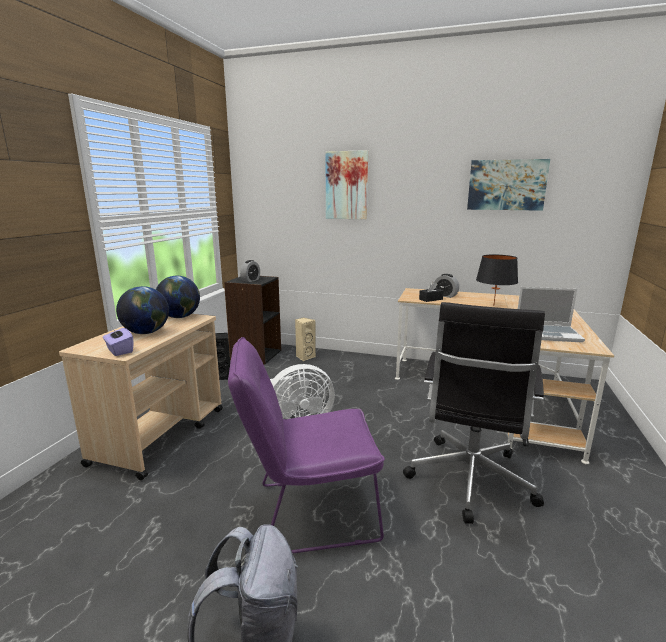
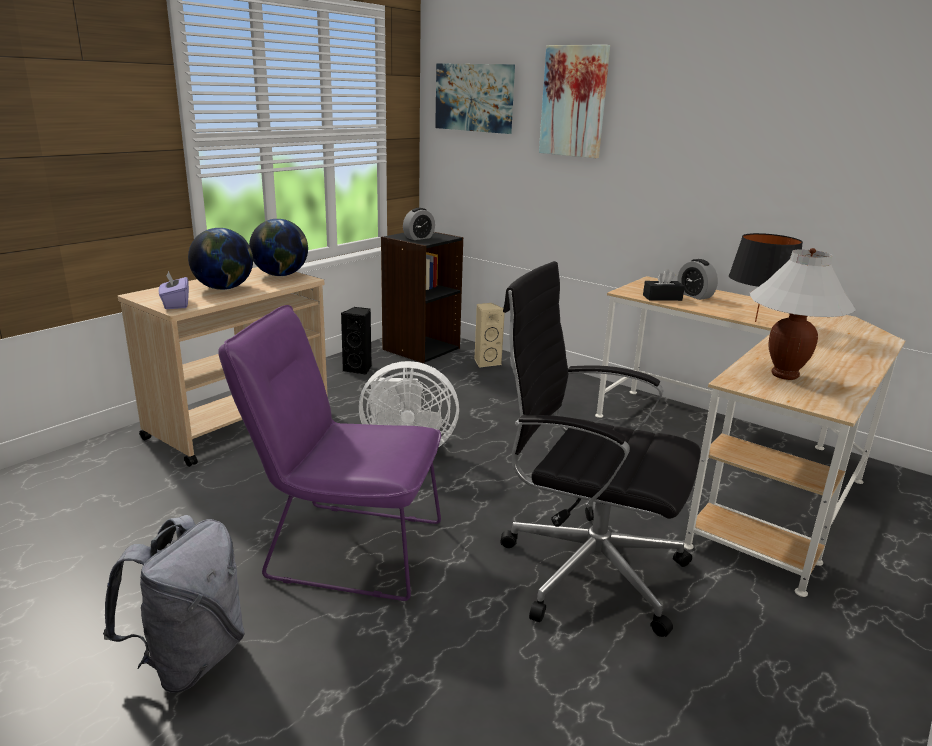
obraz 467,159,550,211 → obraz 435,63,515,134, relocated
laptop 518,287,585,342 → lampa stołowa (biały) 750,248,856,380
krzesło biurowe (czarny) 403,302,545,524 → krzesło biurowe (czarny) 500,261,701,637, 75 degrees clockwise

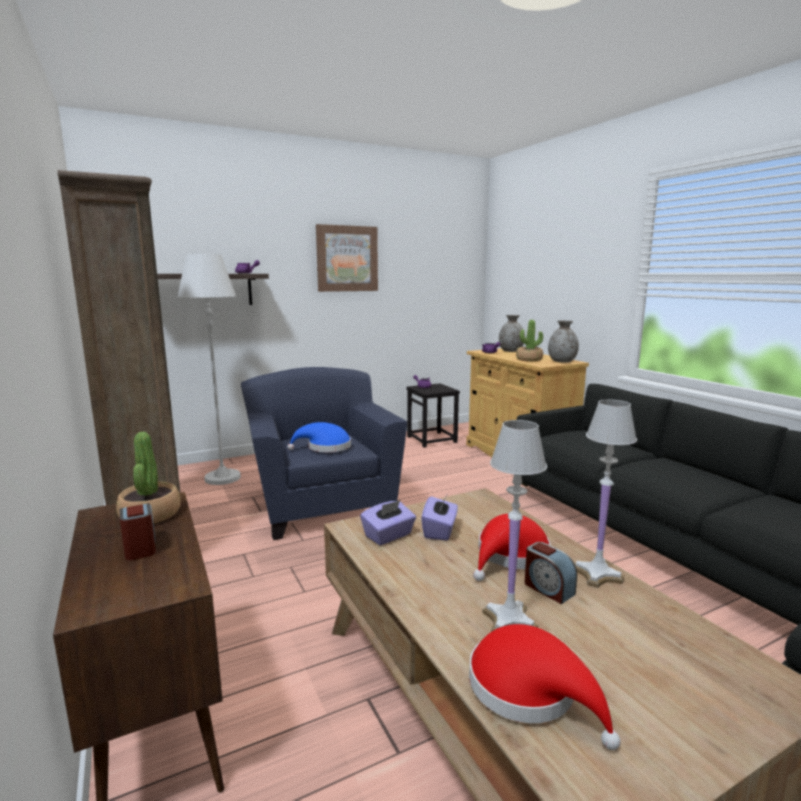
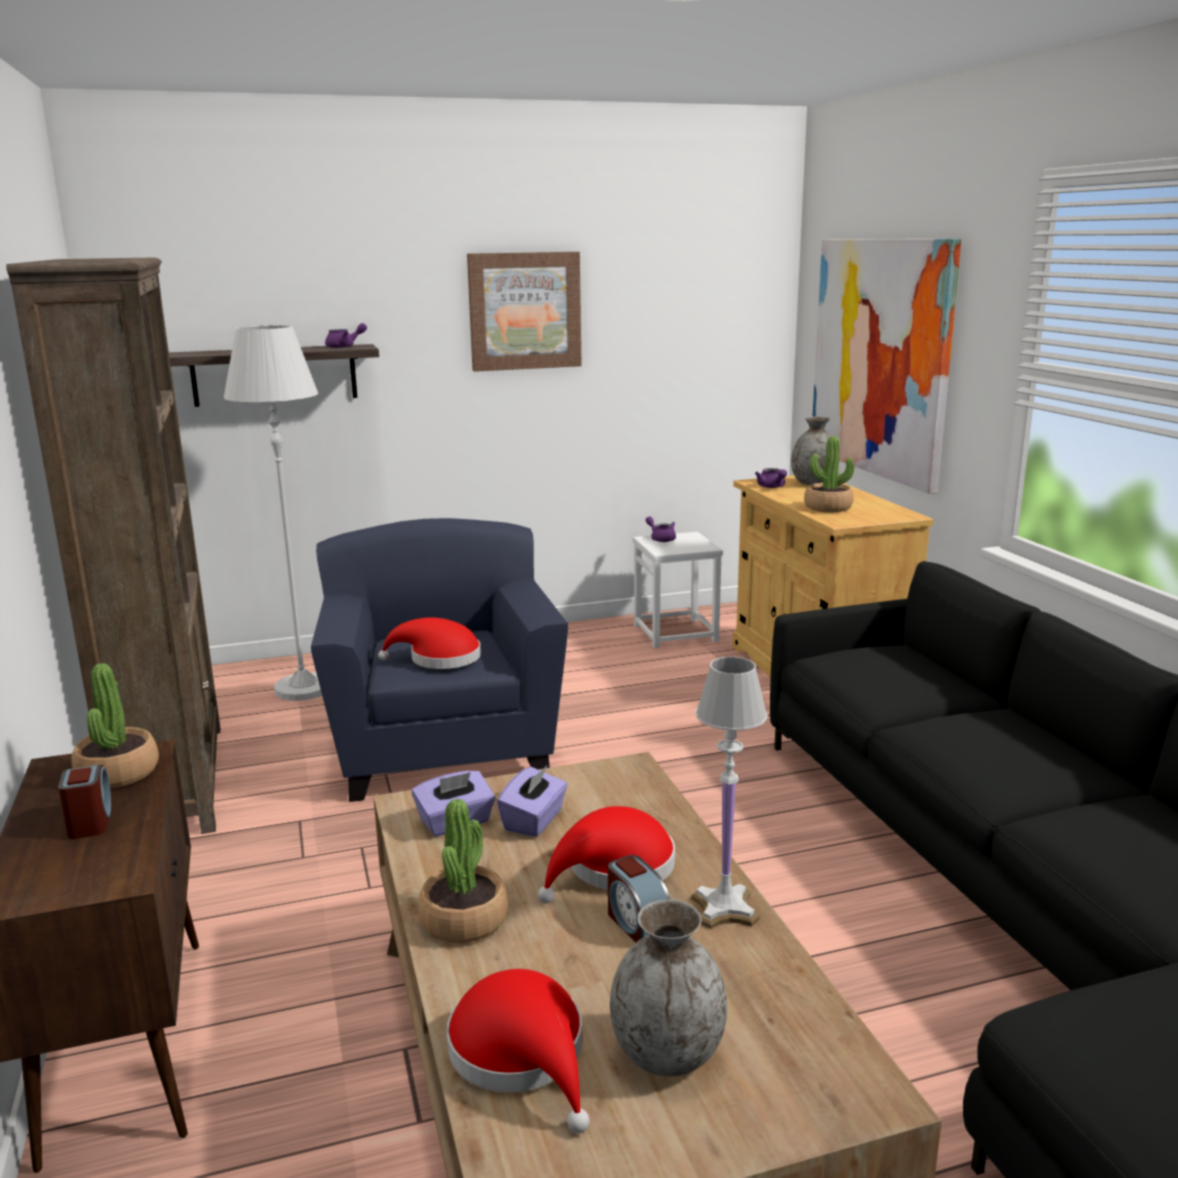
lampa stołowa (biały) 482,420,547,632 → -
- → roślina doniczkowa 418,799,508,943
- → obraz 813,239,961,494
wazon (szary) 548,320,579,363 → wazon (szary) 610,899,727,1077, relocated
kapelusz (niebieski) 287,422,351,452 → kapelusz (czerwony) 378,617,481,669
stołek (czarny) 407,383,460,448 → stołek (biały) 633,532,723,649

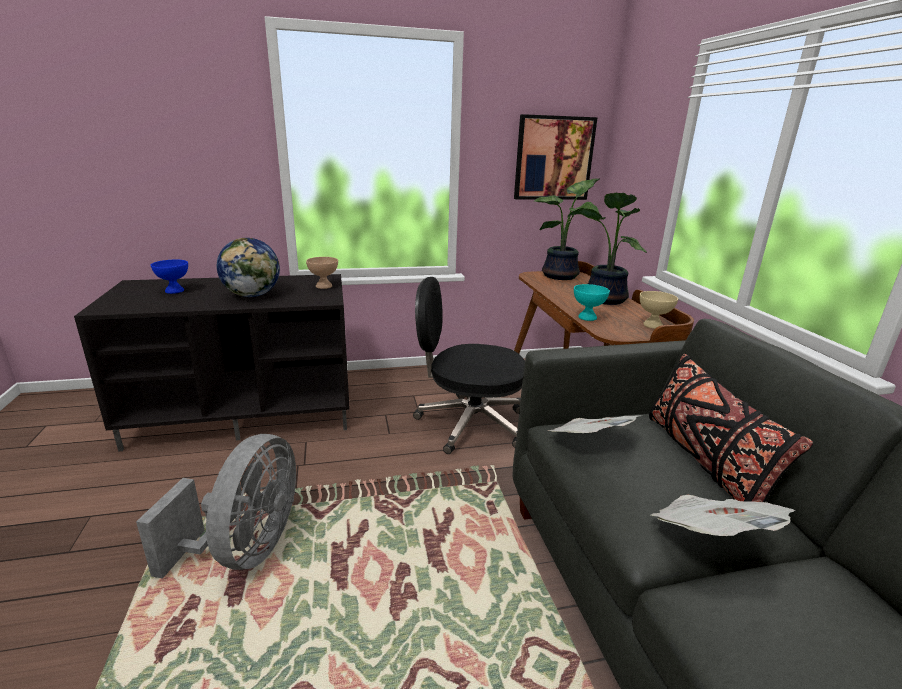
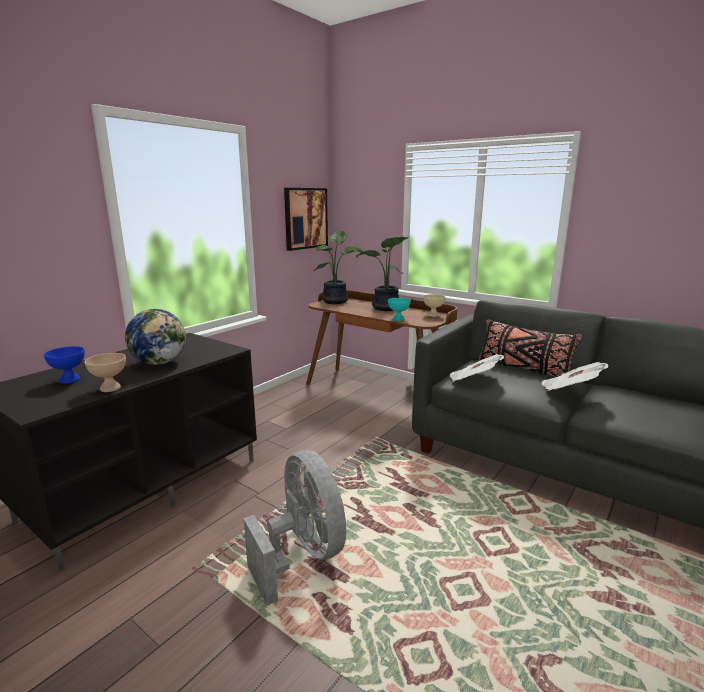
krzesło biurowe (czarny) 413,277,525,454 → -
miska (beżowy) 306,257,338,289 → miska (beżowy) 85,353,126,392, relocated

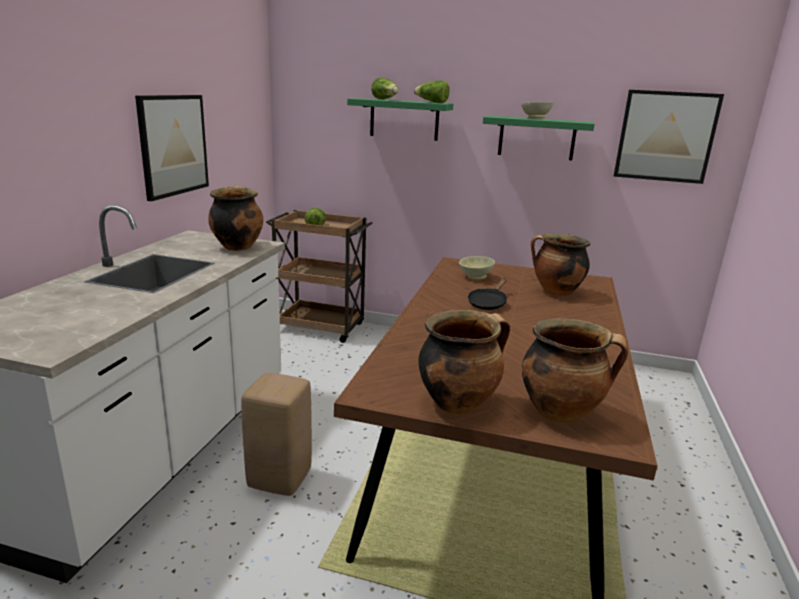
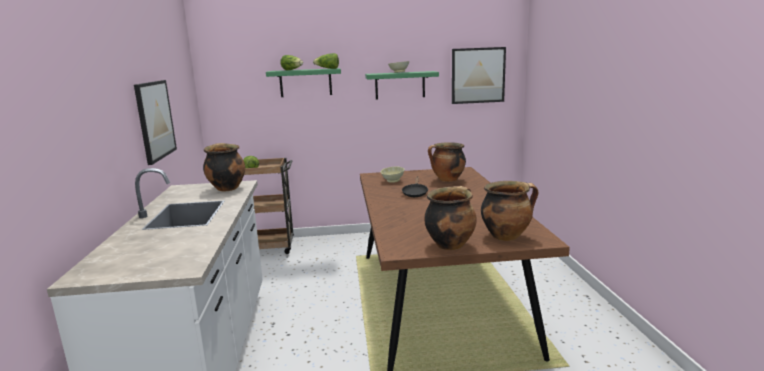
stołek (beżowy) 241,373,312,496 → -

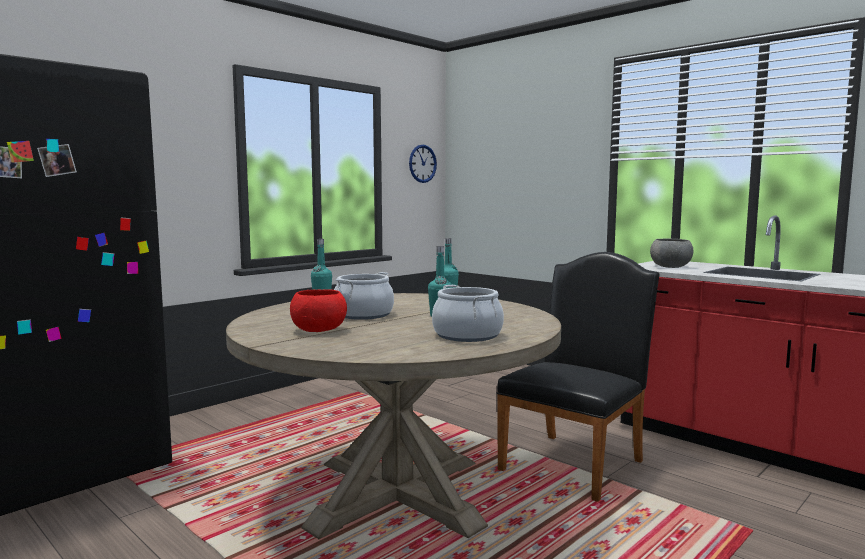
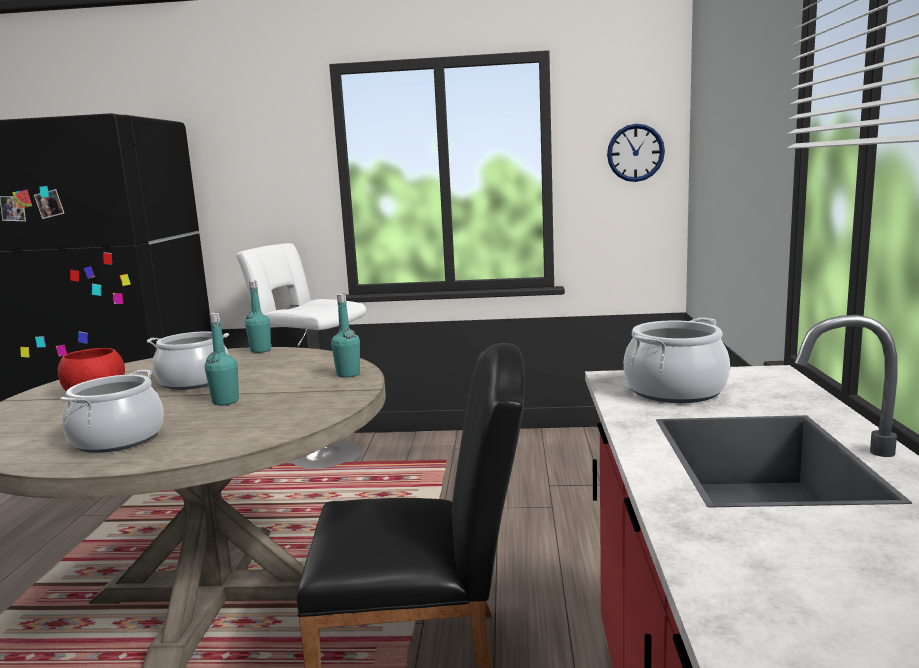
- → stołek (biały) 236,243,366,468
miska (szary) 650,238,694,268 → garnek 624,317,730,403

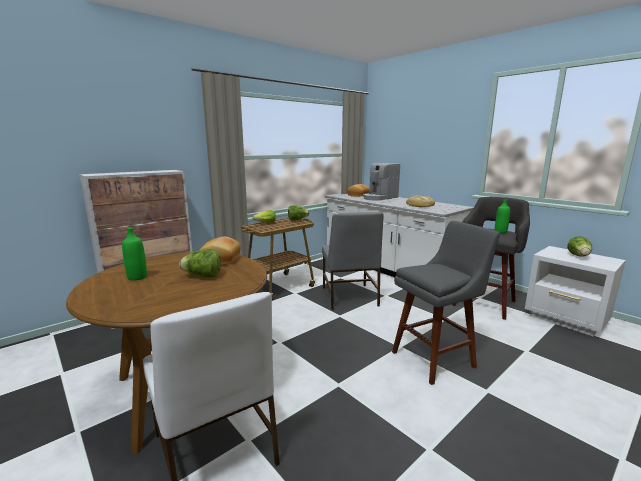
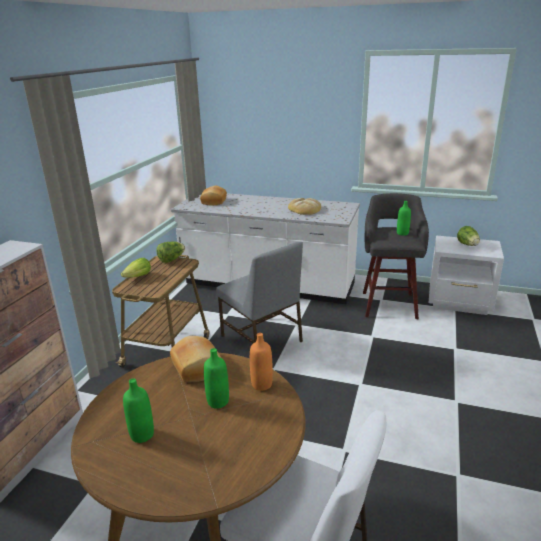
ekspres do kawy 363,163,400,200 → -
stołek (szary) 392,221,500,385 → -
- → butelka (pomarańczowy) 250,333,273,391
sałata 179,249,221,277 → butelka (zielony) 204,348,229,409

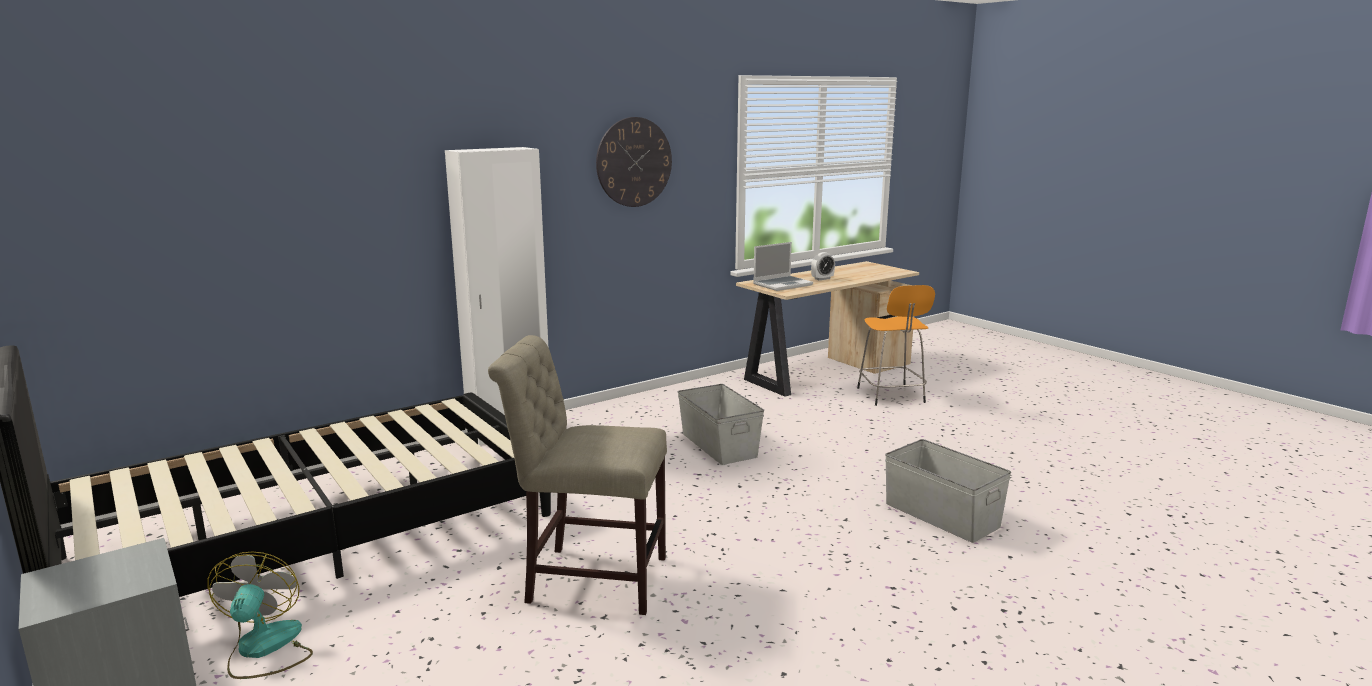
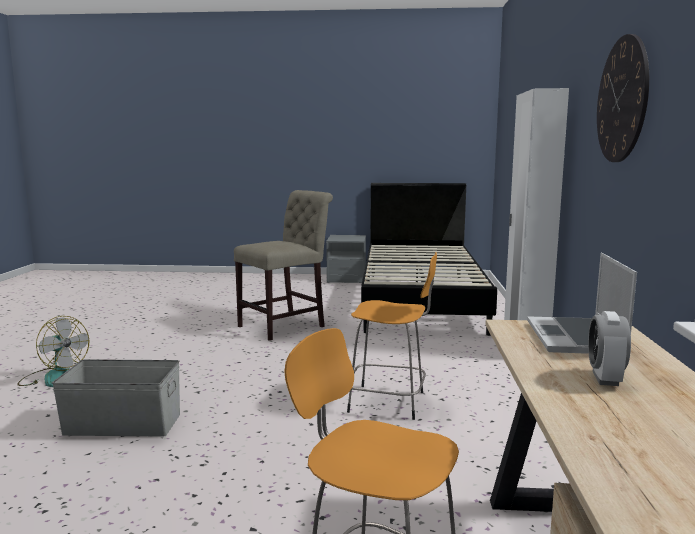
wentylator 207,551,313,679 → wentylator 17,316,90,387, relocated
pojemnik do przechowywania (szary) 678,384,764,465 → stołek (pomarańczowy) 347,252,437,420

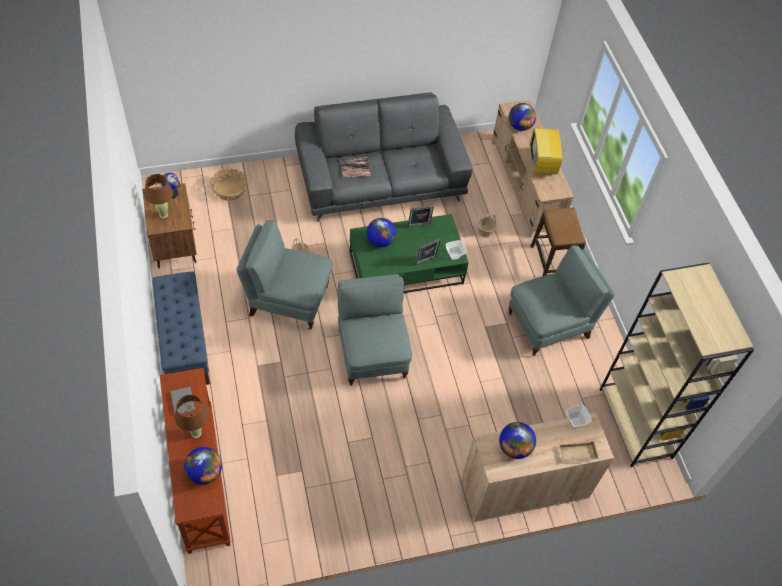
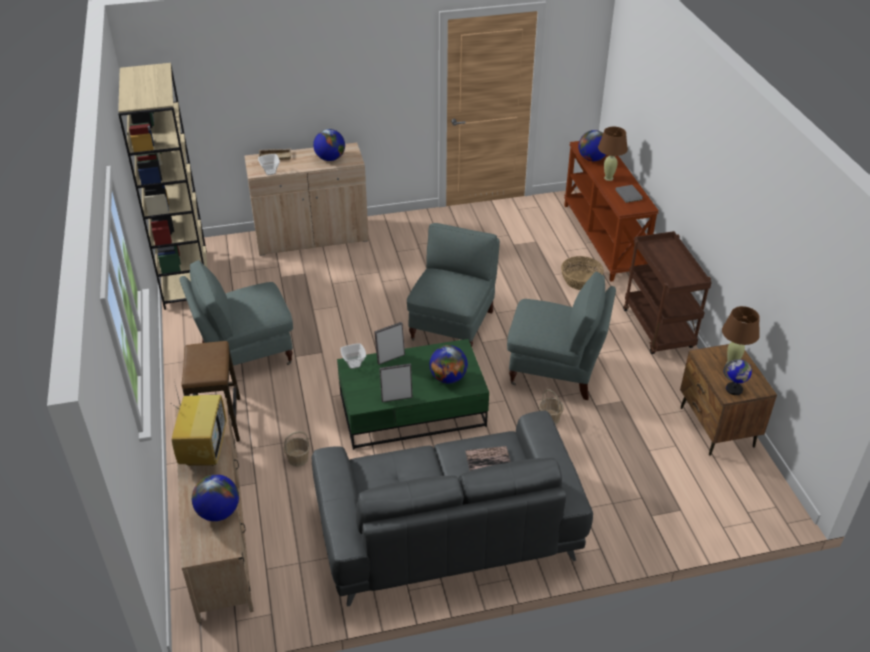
koszyk 210,169,247,201 → koszyk 561,256,604,290, relocated
ławka (niebieski) 152,272,210,385 → wózek (brązowy) 623,231,712,354
fotel (szary) 338,274,412,386 → fotel (szary) 407,223,500,347, 150 degrees counterclockwise

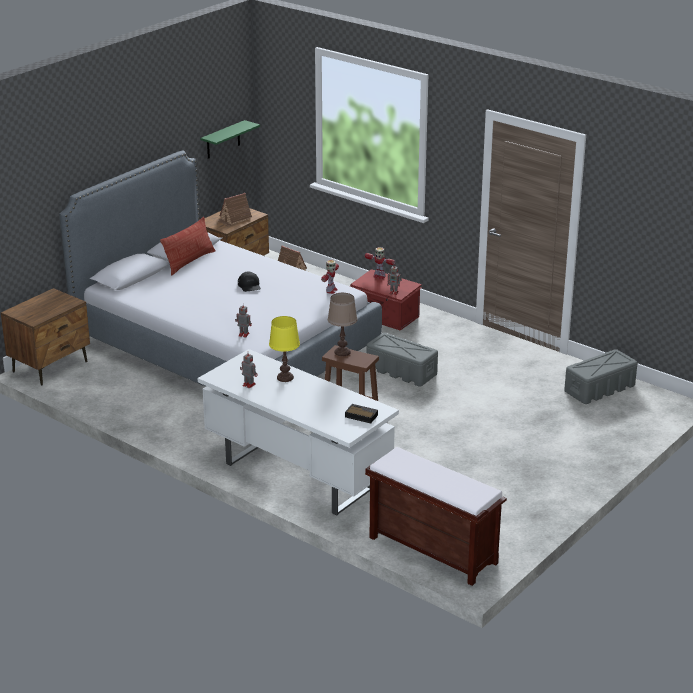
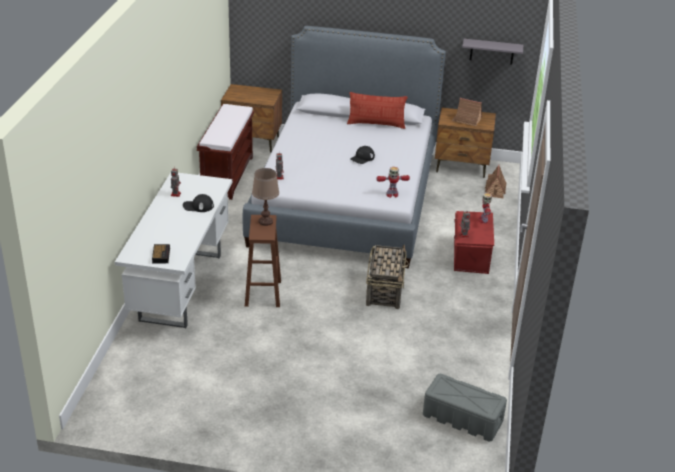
ławka (brązowy) 365,447,507,586 → ławka (brązowy) 197,104,255,200, relocated
lampa stołowa (żółty) 269,316,300,382 → czapka z daszkiem (czarny) 183,194,214,212
pojemnik do przechowywania (szary) 366,333,438,387 → koszyk 366,245,409,309
półka (zielony) 200,120,260,159 → półka (szary) 462,39,523,65

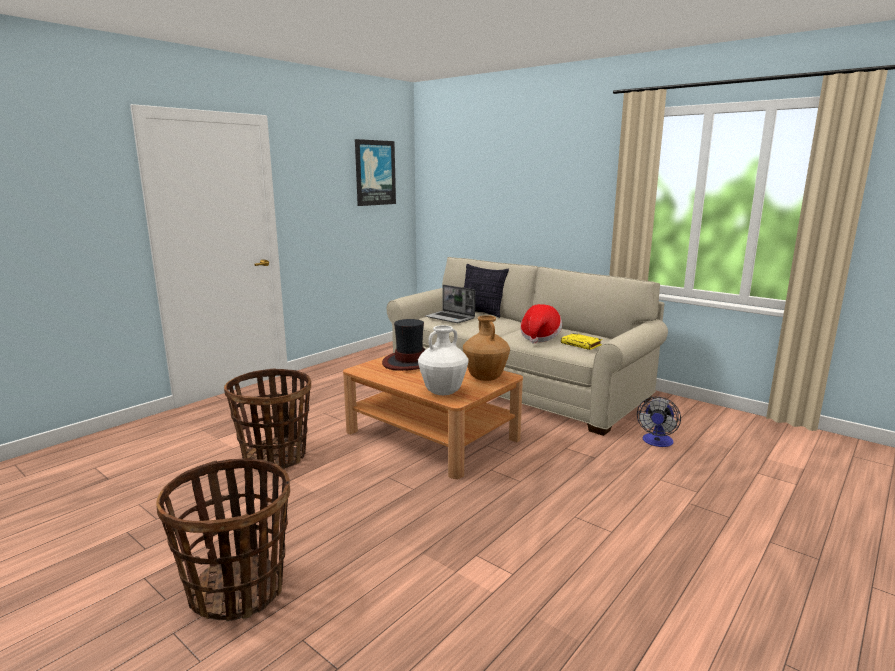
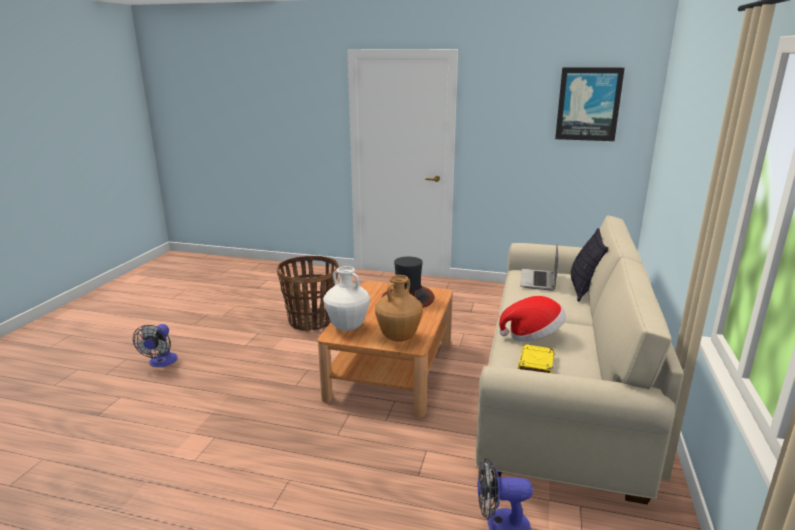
koszyk 156,458,290,621 → wentylator 133,324,178,367

